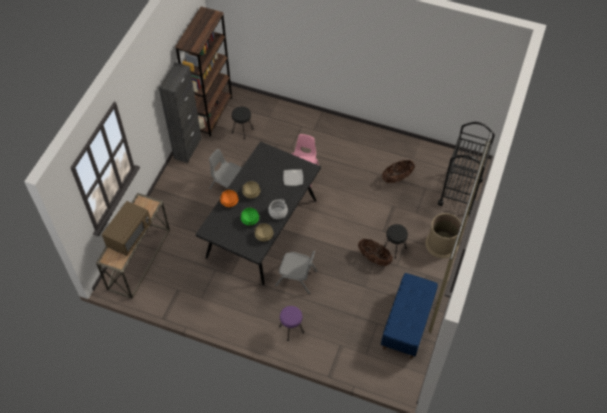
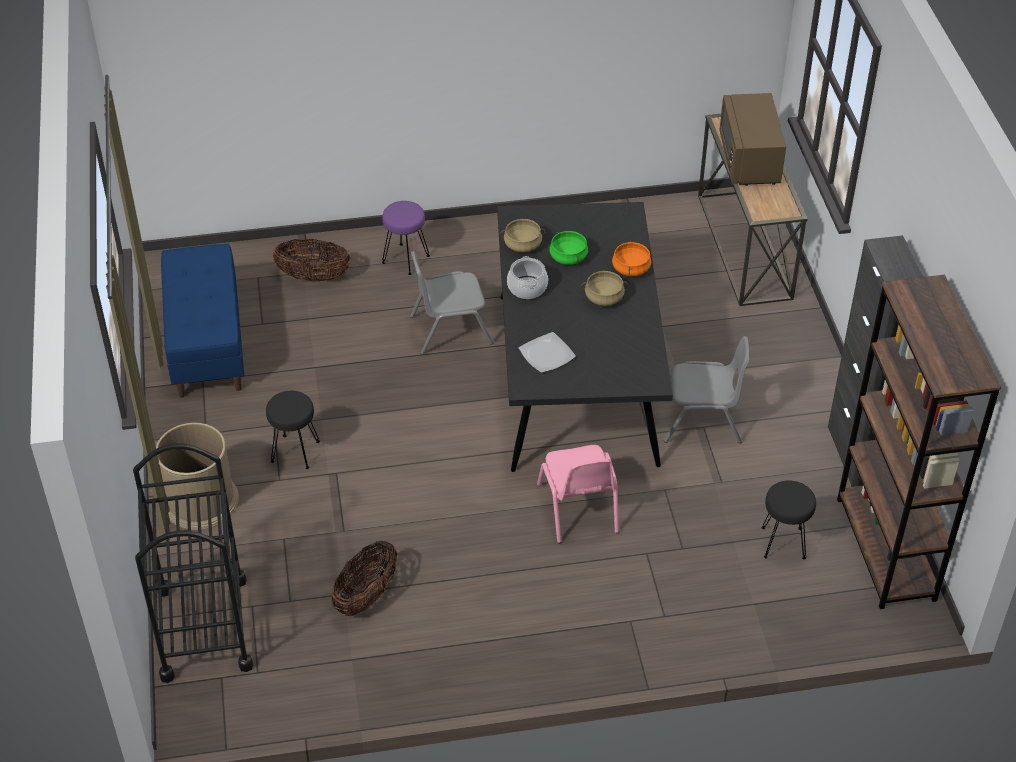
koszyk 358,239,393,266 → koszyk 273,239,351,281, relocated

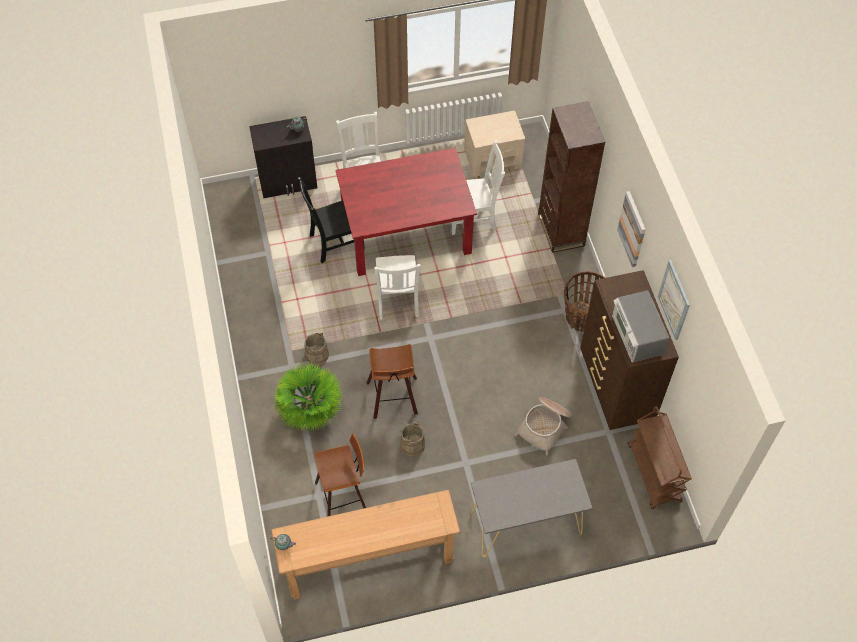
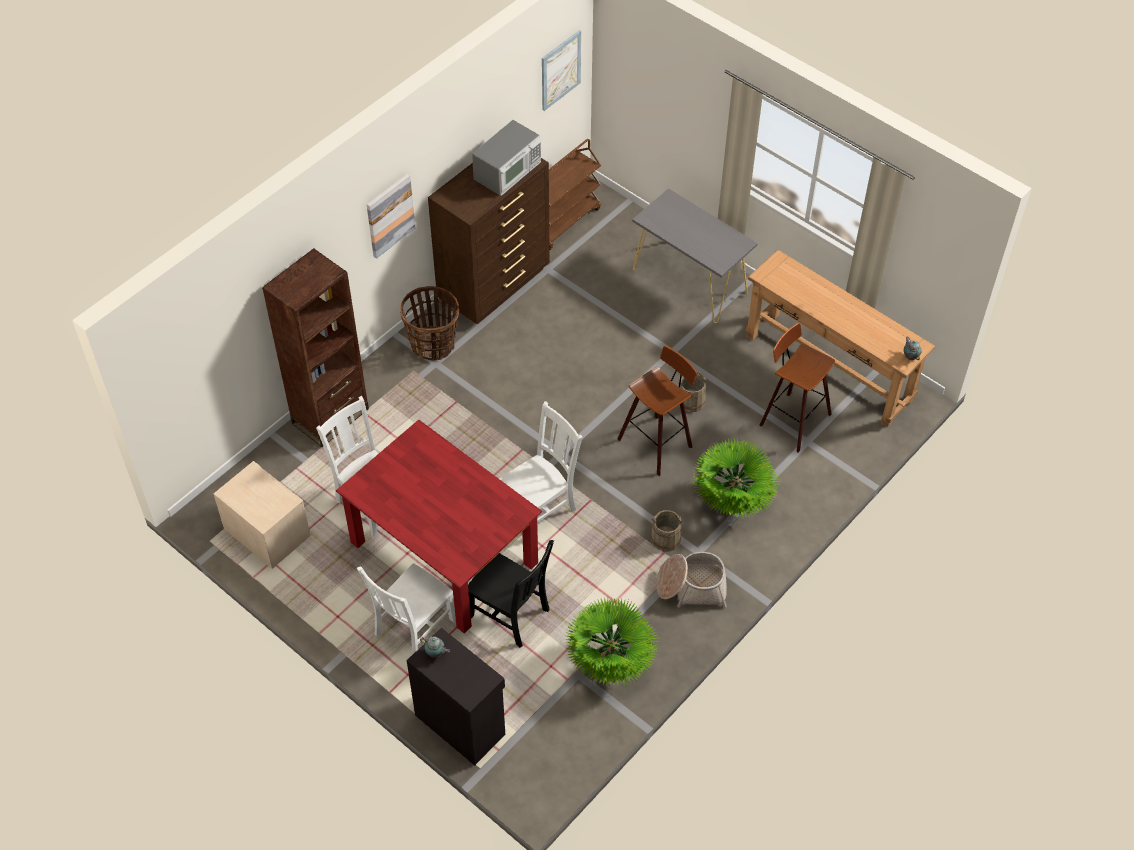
- → roślina doniczkowa 565,597,659,686
koszyk 515,397,572,456 → koszyk 656,552,727,608, relocated
obraz 658,260,690,340 → obraz 542,30,581,111, relocated

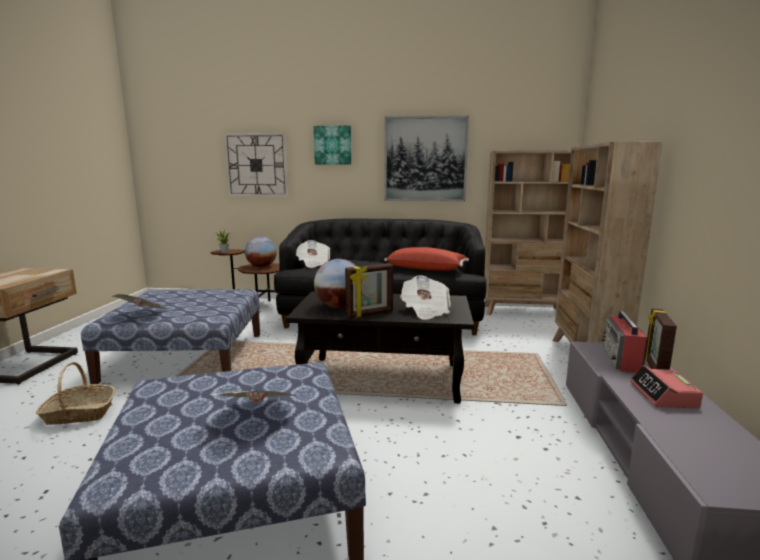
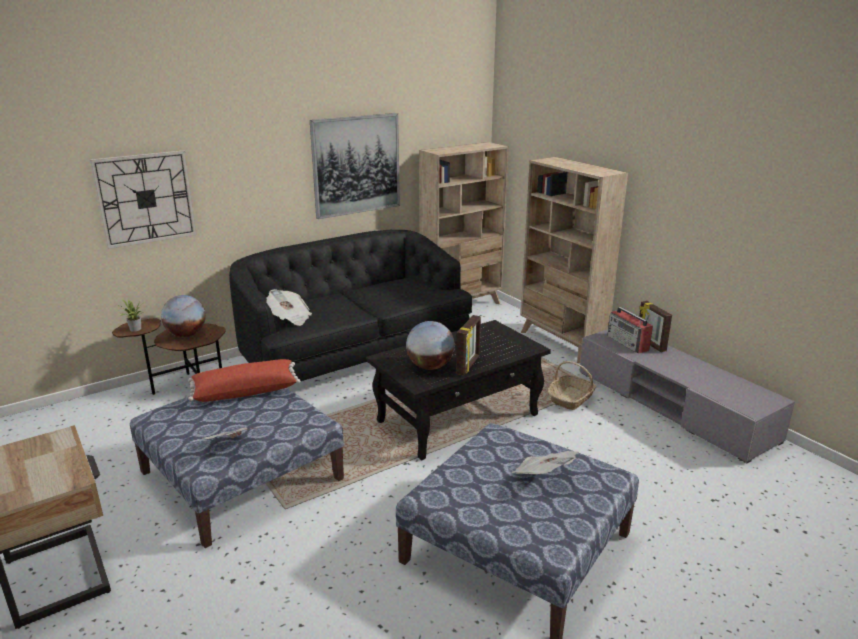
obraz 314,126,352,164 → -
gazeta 400,275,450,320 → -
budzik 630,365,703,408 → -
koszyk 36,362,115,425 → koszyk 548,361,596,410, relocated
poduszka (czerwony) 384,247,469,271 → poduszka (czerwony) 188,359,300,402, relocated

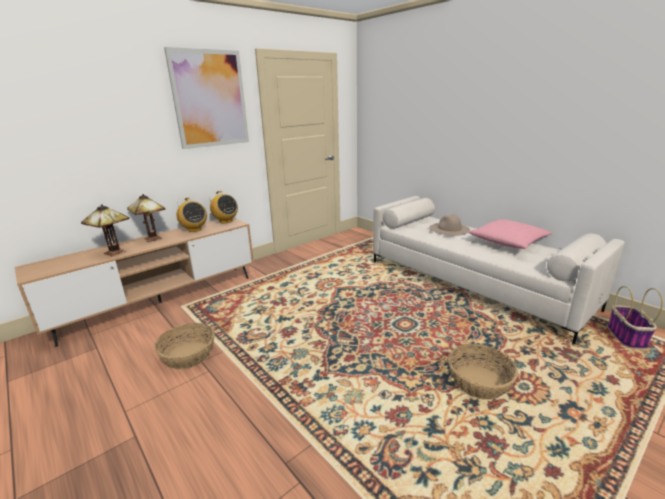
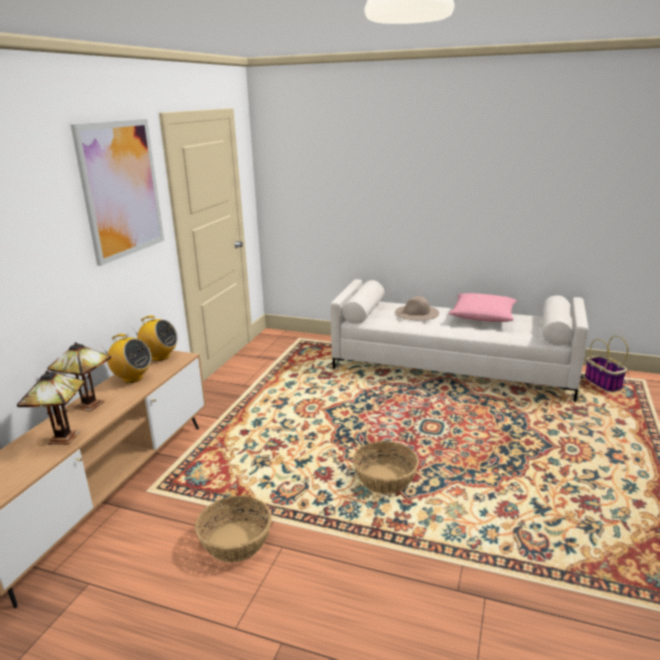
koszyk 448,344,518,400 → koszyk 353,441,419,494, relocated

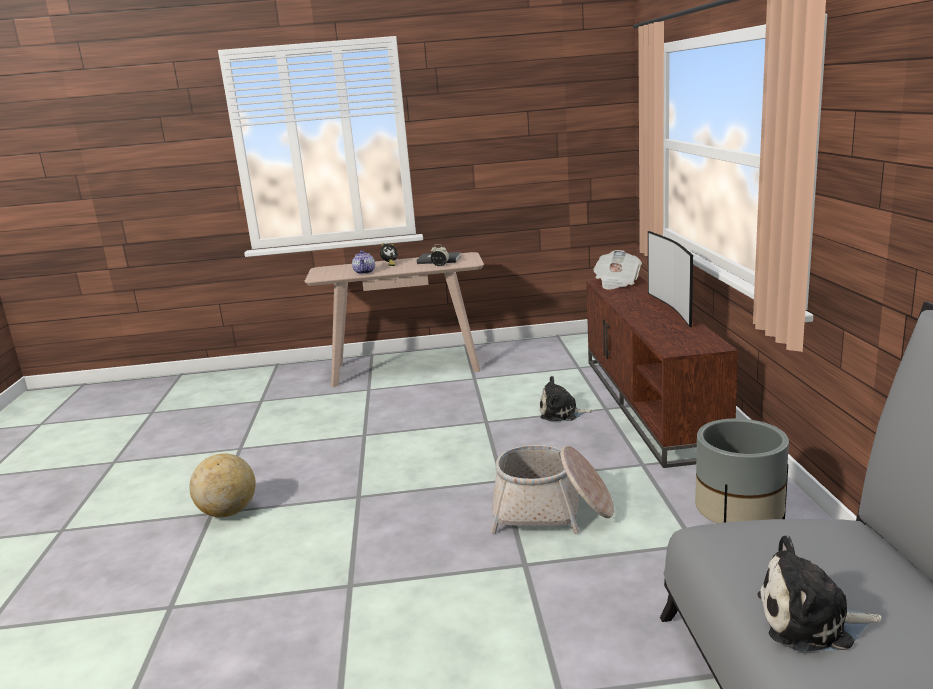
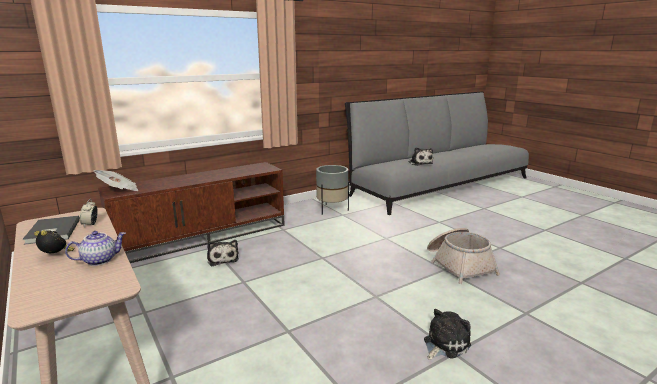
telewizor 648,231,693,327 → -
koszyk 491,445,614,534 → koszyk 427,228,500,284, relocated
globus 190,453,256,517 → pluszak 424,309,471,360

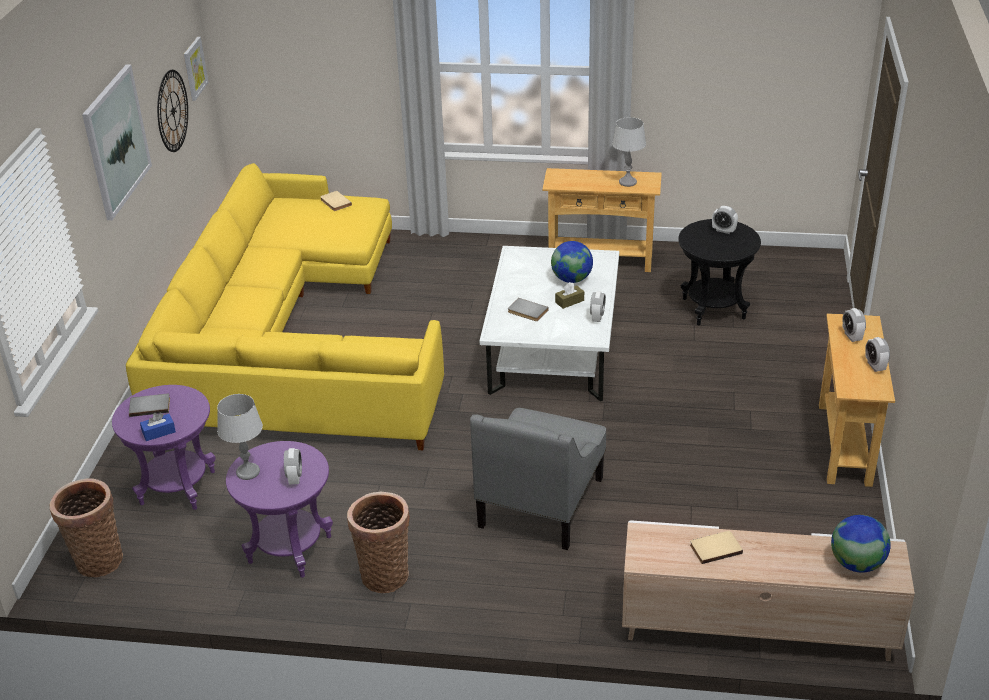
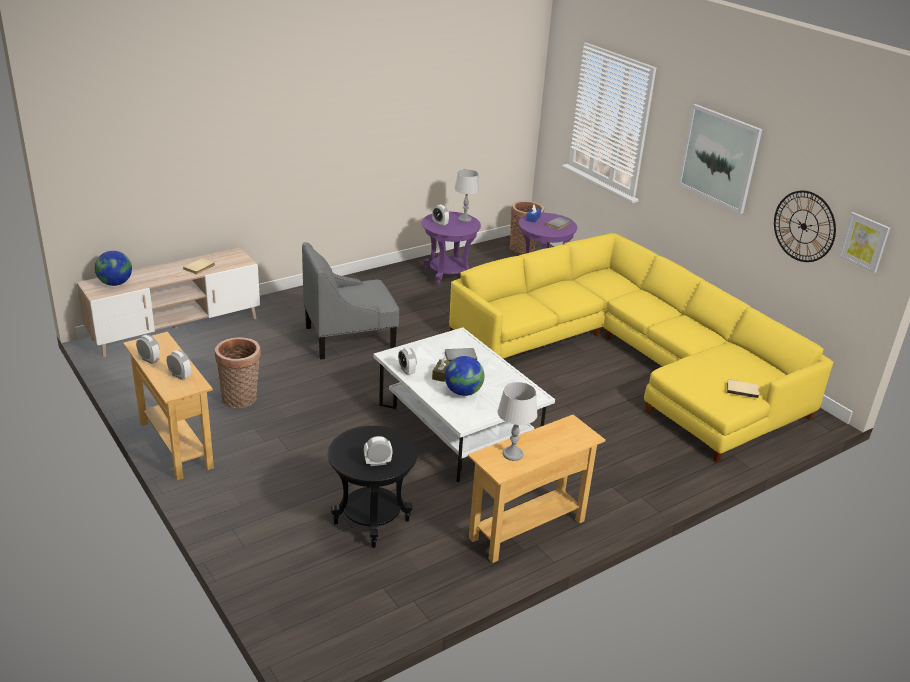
koszyk 347,492,410,593 → koszyk 215,337,261,408, relocated
fotel (szary) 470,408,606,550 → fotel (szary) 302,242,399,359, 90 degrees counterclockwise

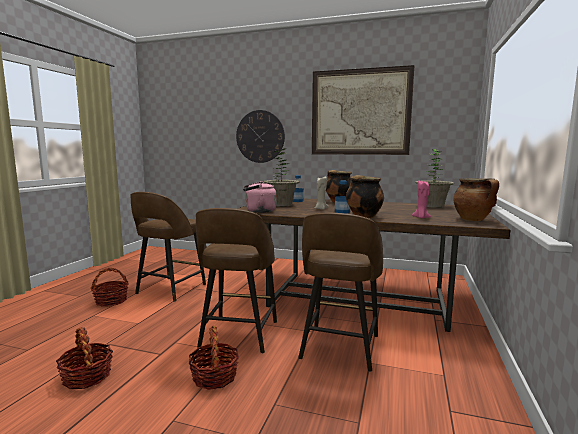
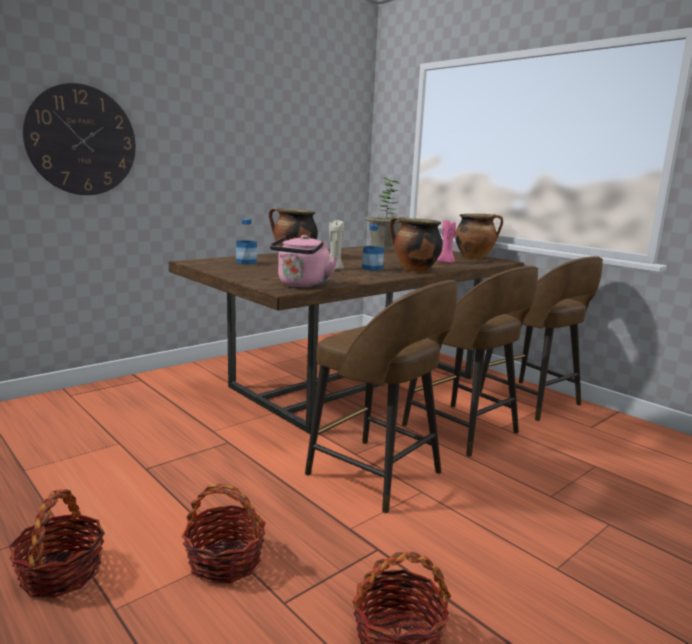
roślina doniczkowa 264,148,300,207 → -
obraz 312,65,414,155 → -
stołek (brązowy) 130,192,206,302 → stołek (brązowy) 480,256,603,421, relocated
koszyk 189,326,239,390 → koszyk 182,484,266,584, relocated

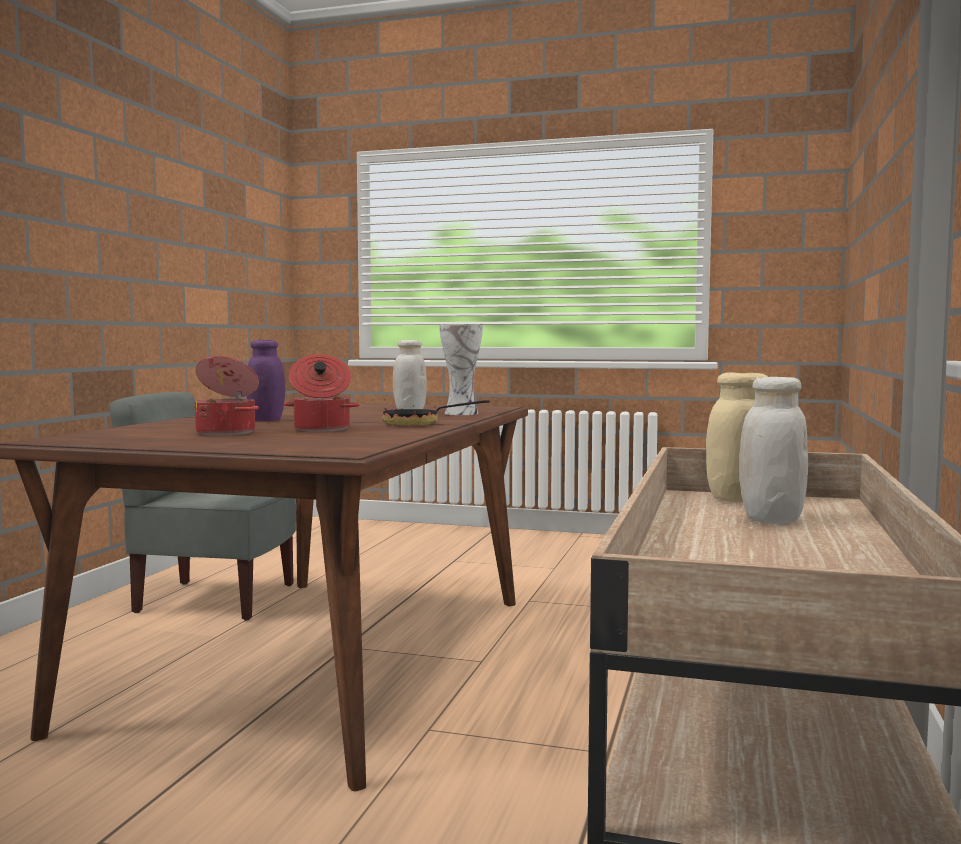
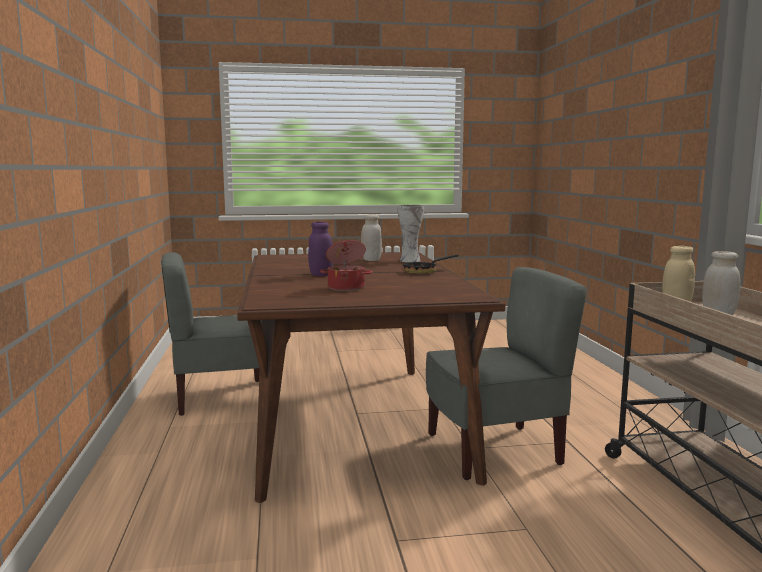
garnek 284,355,360,432 → -
- → krzesło (szary) 426,267,587,480

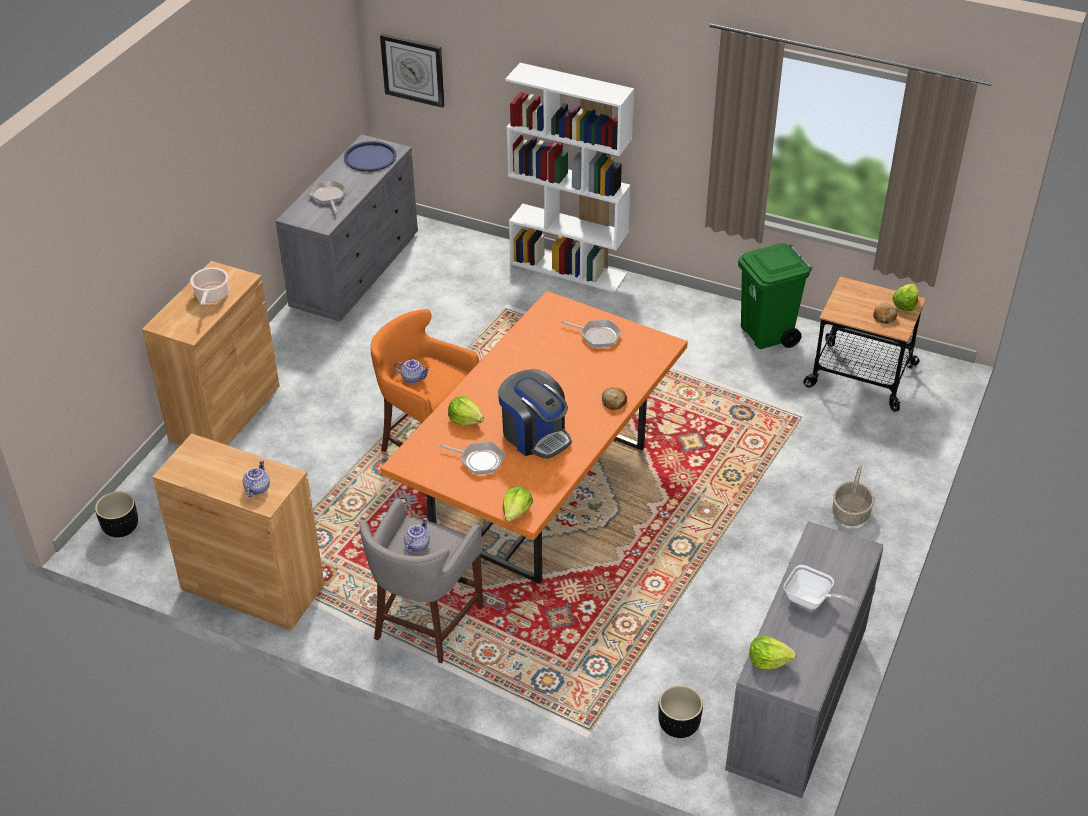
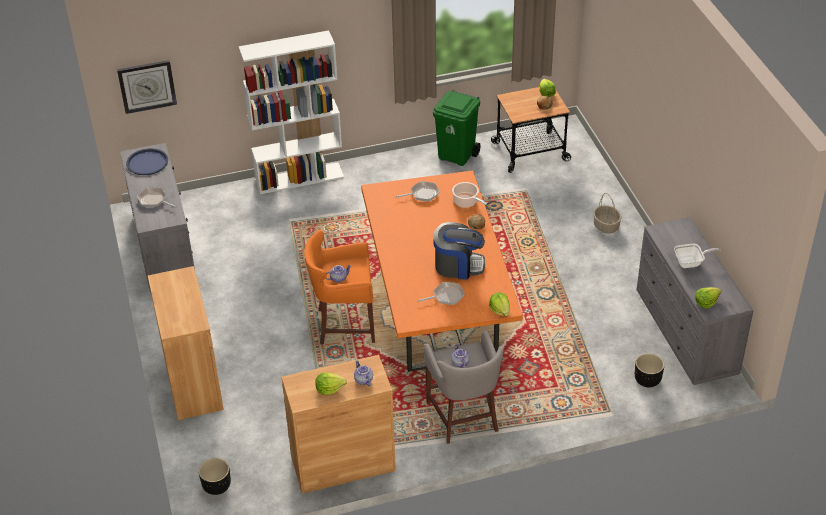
garnek 190,268,229,305 → garnek 452,182,487,208, relocated
sałata 448,396,484,425 → sałata 315,373,347,395, relocated

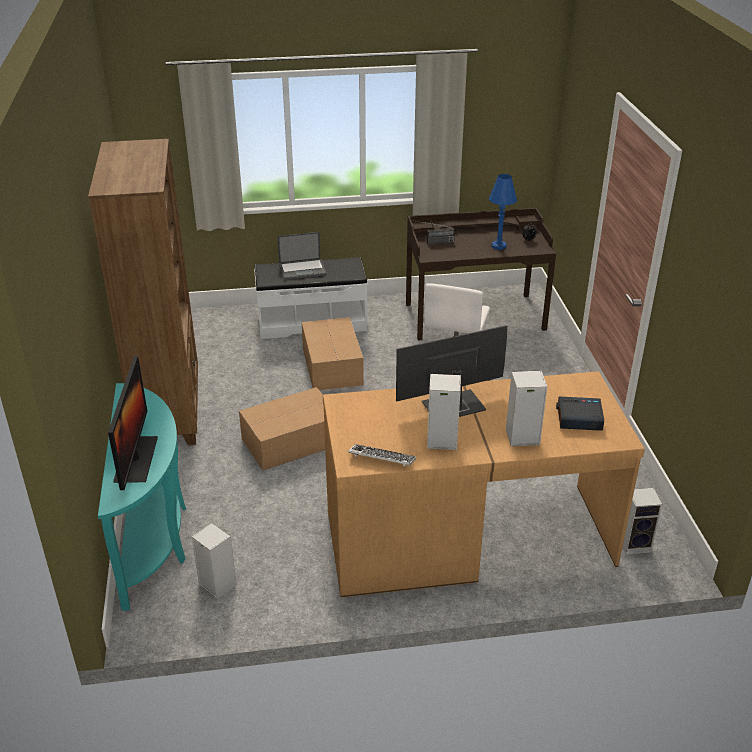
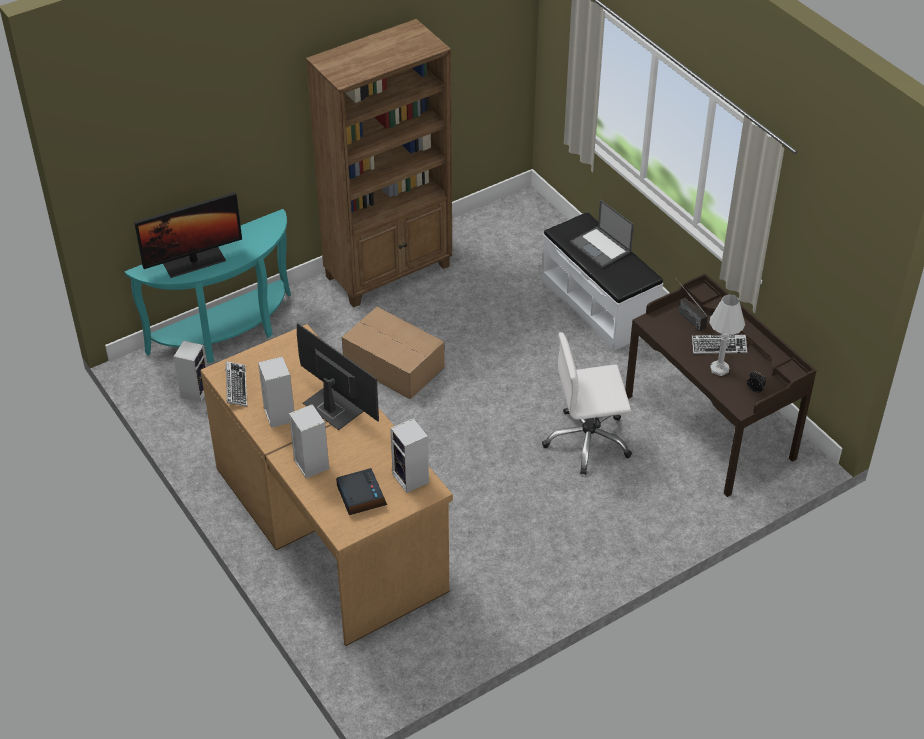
karton 302,317,364,390 → -
- → klawiatura 692,335,747,354
głośnik 622,488,663,555 → głośnik 390,418,429,493, relocated
lampa stołowa (niebieski) 489,174,517,250 → lampa stołowa (biały) 709,294,745,376

